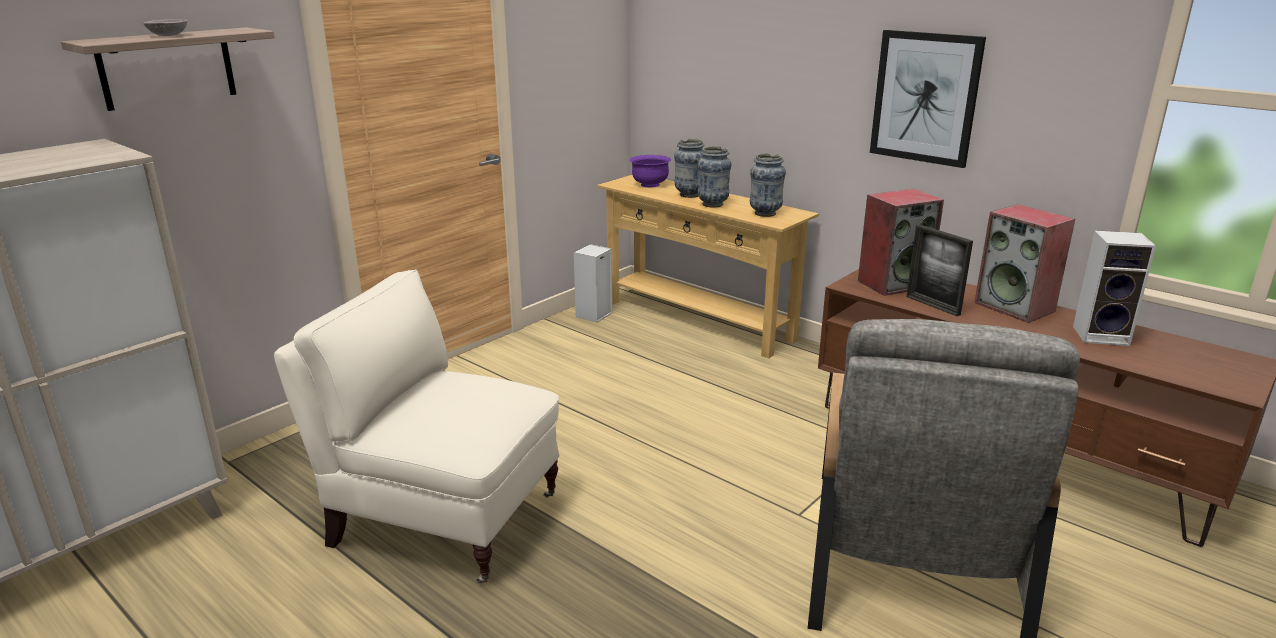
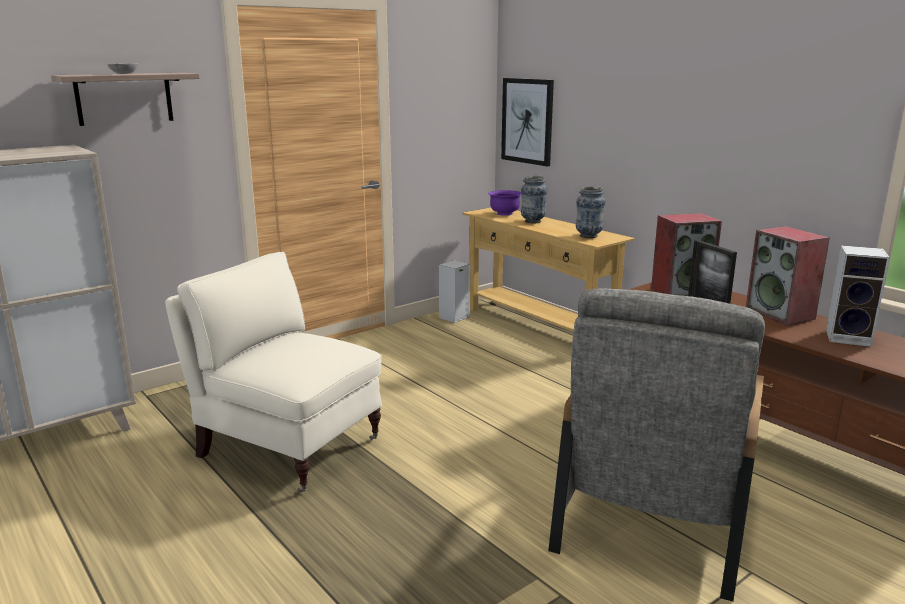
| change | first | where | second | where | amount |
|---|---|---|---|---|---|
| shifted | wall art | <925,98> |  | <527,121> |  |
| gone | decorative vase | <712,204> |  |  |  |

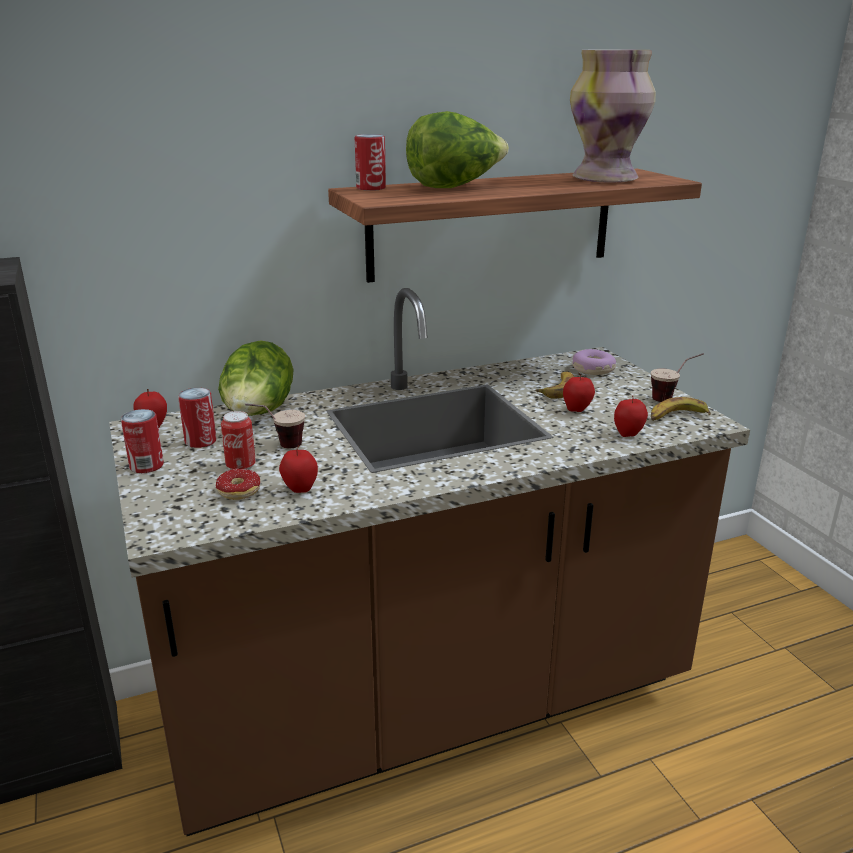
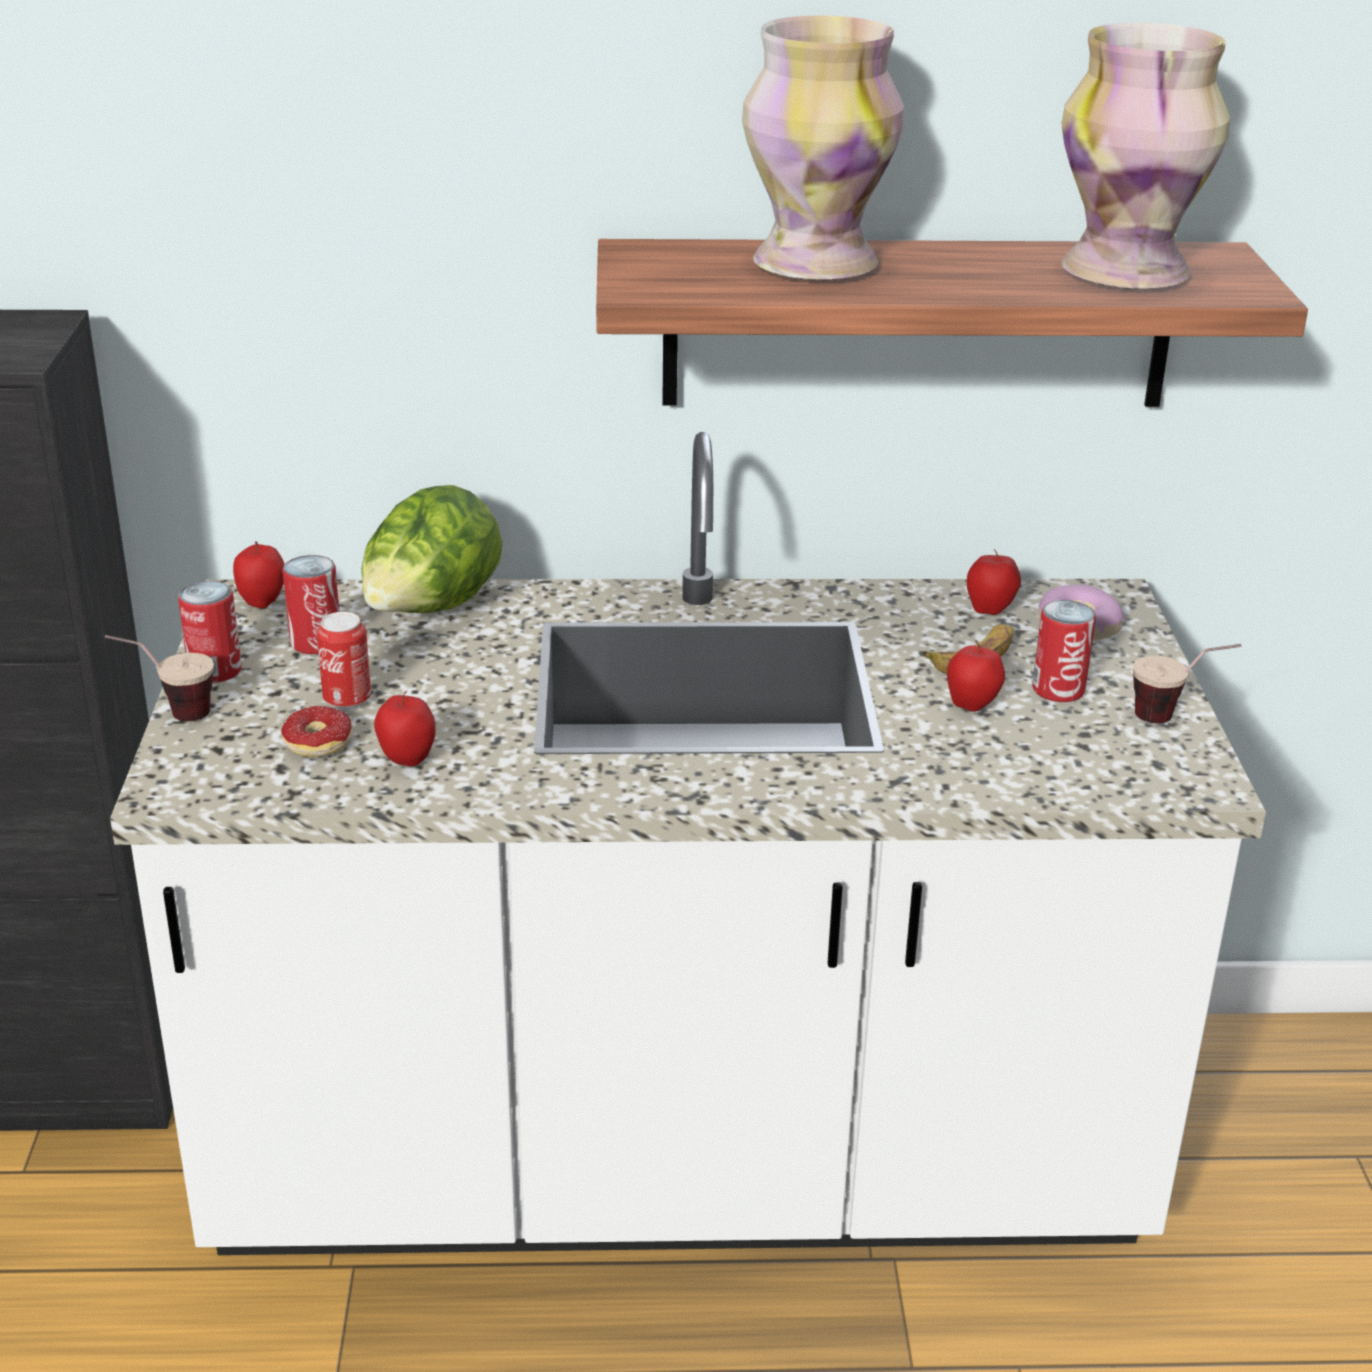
| change | first | where | second | where | amount |
|---|---|---|---|---|---|
| swapped | head of lettuce | <454,187> | decorative vase | <813,264> |  |
| shifted | can | <371,188> |  | <1058,690> |  |
| repainted | kitchen counter (brownish) | <426,703> | kitchen counter (whitish) | <677,1162> |  |
| shifted | whole apple | <628,434> |  | <990,611> |  |
| gone | banana | <676,417> |  |  |  |
| shifted | drinking cup | <278,447> |  | <168,714> |  |

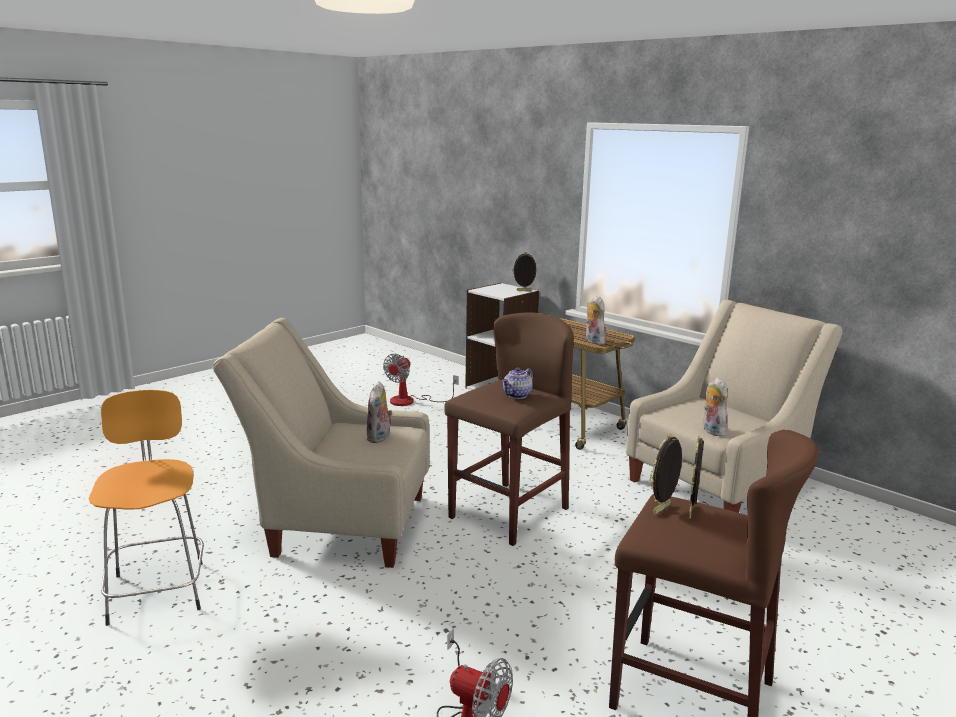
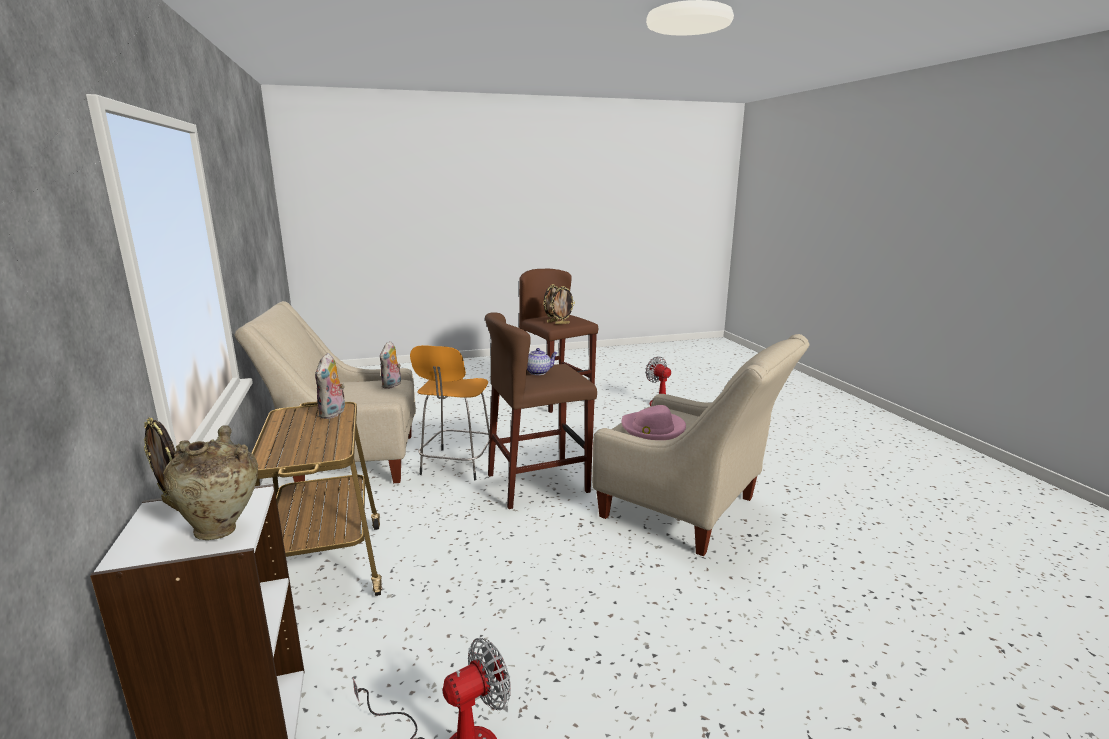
| change | first | where | second | where | amount |
|---|---|---|---|---|---|
| swapped | cuddly toy | <379,438> | hat (pink-coloured) | <653,428> |  |
| shifted | stool seat (orange-coloured) | <157,589> |  | <456,465> |  |
| new |  |  | decorative vase (beige) | <223,529> |  |

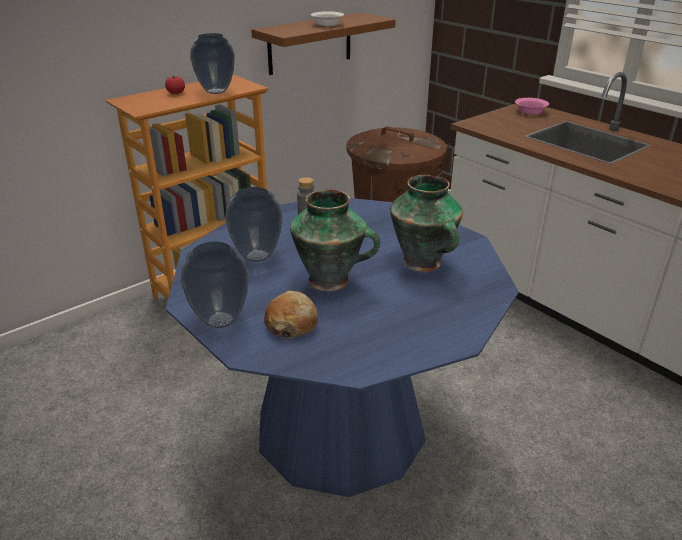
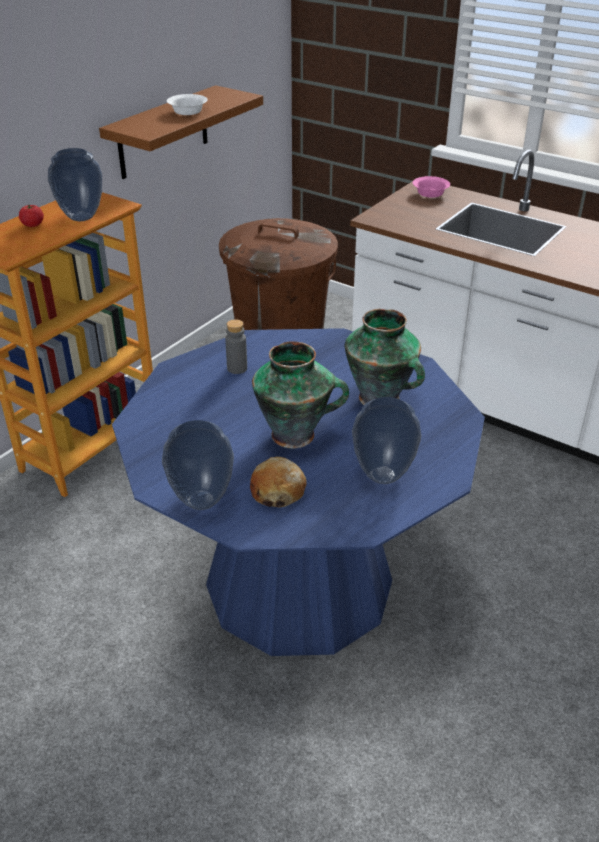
| change | first | where | second | where | amount |
|---|---|---|---|---|---|
| shifted | decorative vase | <257,256> |  | <384,476> |  |

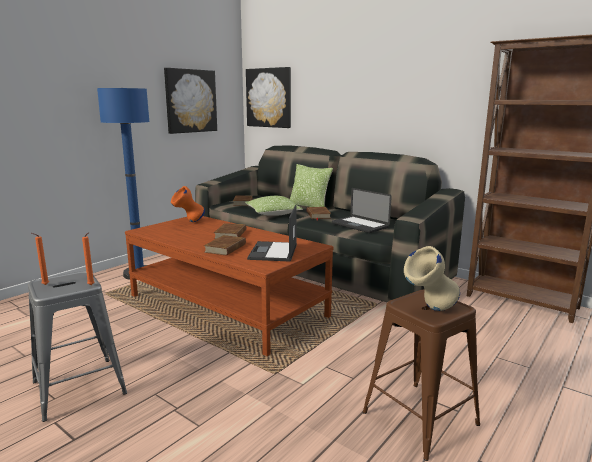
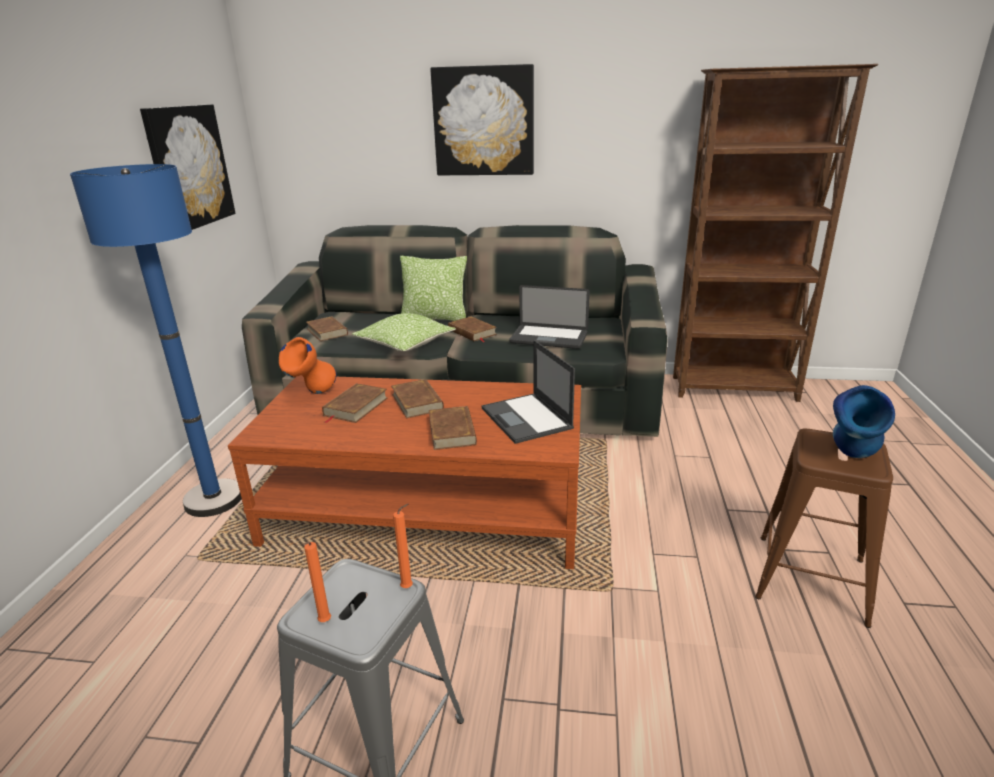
| change | first | where | second | where | amount |
|---|---|---|---|---|---|
| shifted | wall art | <269,98> |  | <484,121> |  |
| repainted | decorative vase (beige) | <429,310> | decorative vase (bluish) | <851,459> |  |
| new |  |  | volume (brownish) | <355,407> |  |

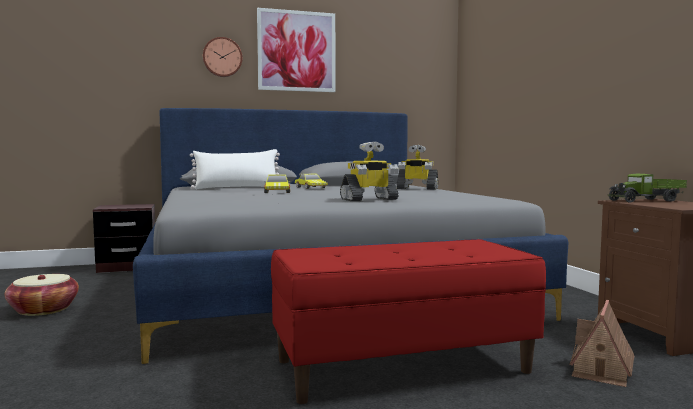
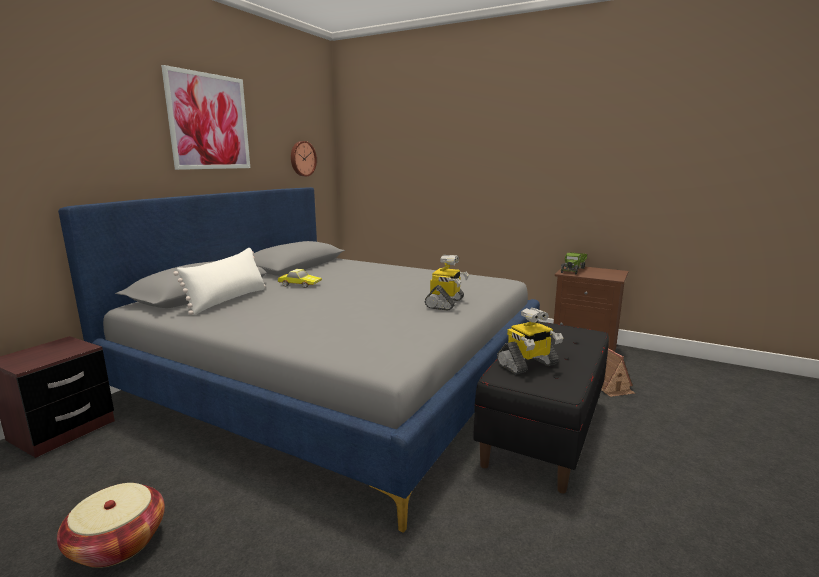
| change | first | where | second | where | amount |
|---|---|---|---|---|---|
| shifted | wall clock | <222,57> |  | <302,158> |  |
| shifted | toy robot | <417,189> |  | <527,365> |  |
| gone | miniature car | <278,192> |  |  |  |
| repainted | long seat (red-coloured) | <402,366> | long seat (blackish) | <543,430> |  |

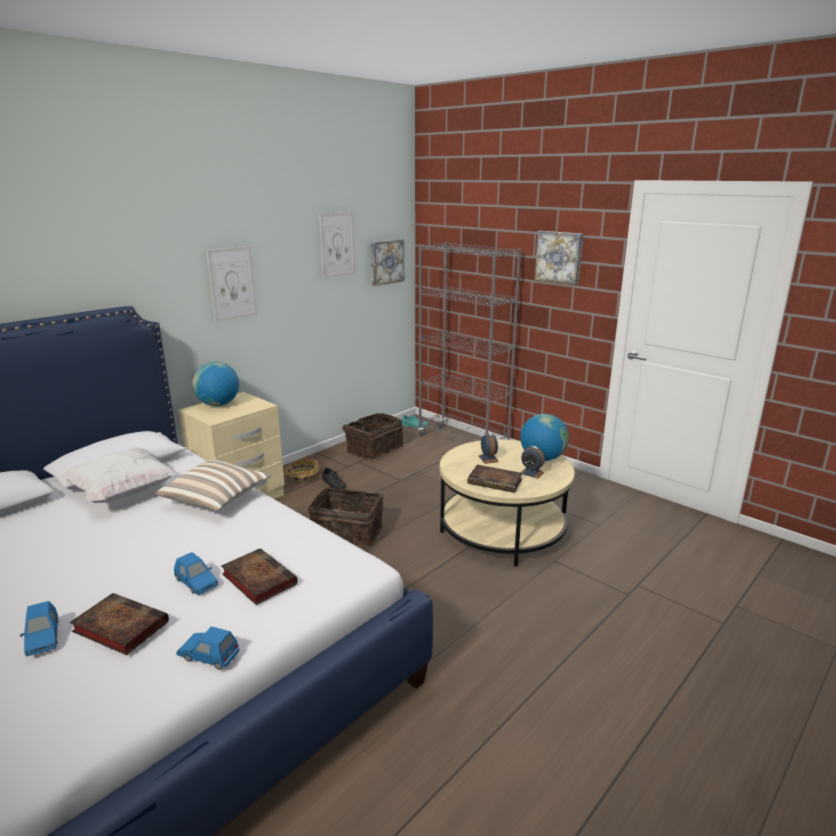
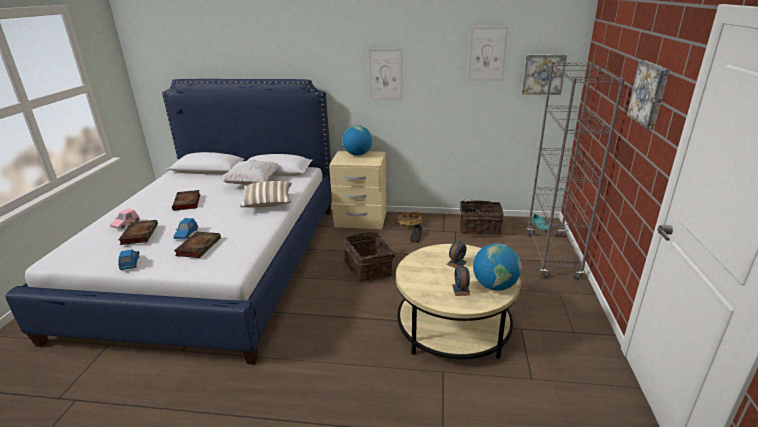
| change | first | where | second | where | amount |
|---|---|---|---|---|---|
| shifted | volume | <496,482> |  | <187,203> |  |
| repainted | miniature car (bluish) | <43,638> | miniature car (pink-coloured) | <125,224> |  |

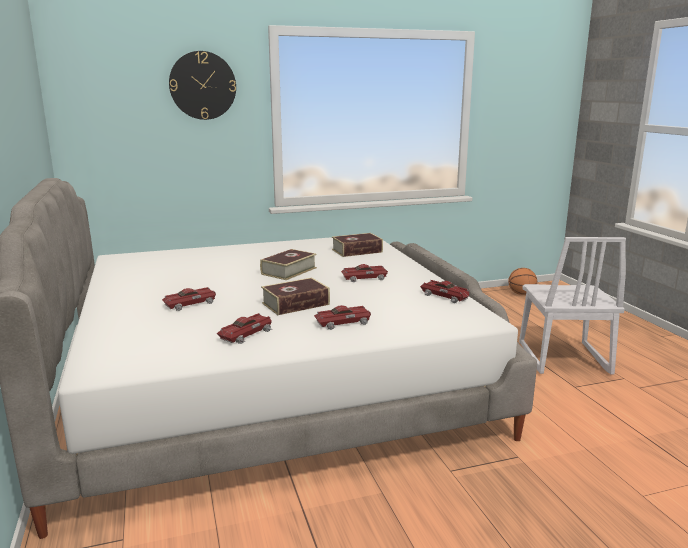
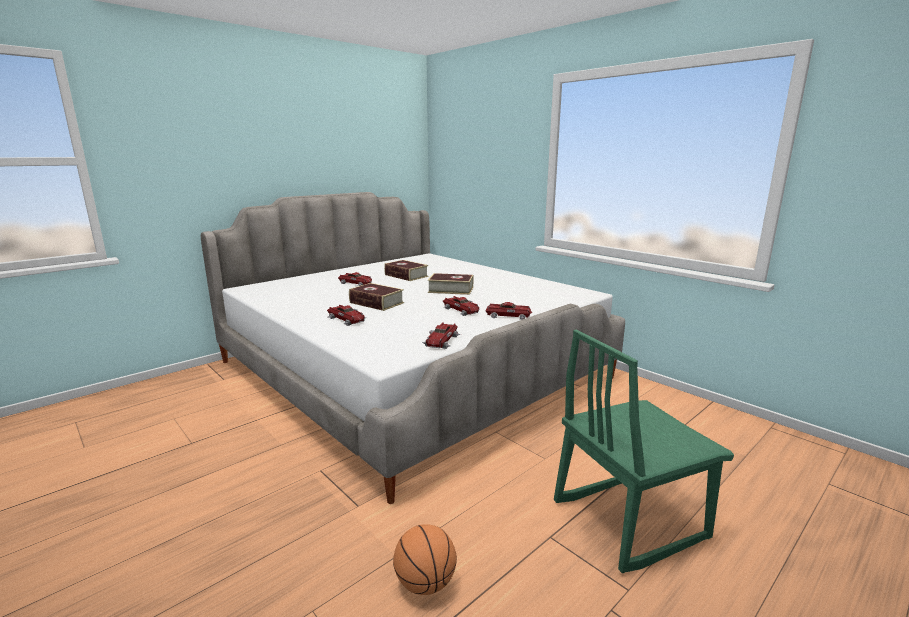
| change | first | where | second | where | amount |
|---|---|---|---|---|---|
| gone | wall clock | <202,85> |  |  |  |
| shifted | volume | <357,251> |  | <406,275> |  |
| repainted | plain chair (whitish) | <562,359> | plain chair (green) | <627,519> |  |
| shifted | ball for basketball | <521,294> |  | <425,583> |  |
| shifted | miniature car | <246,334> |  | <508,316> |  |

